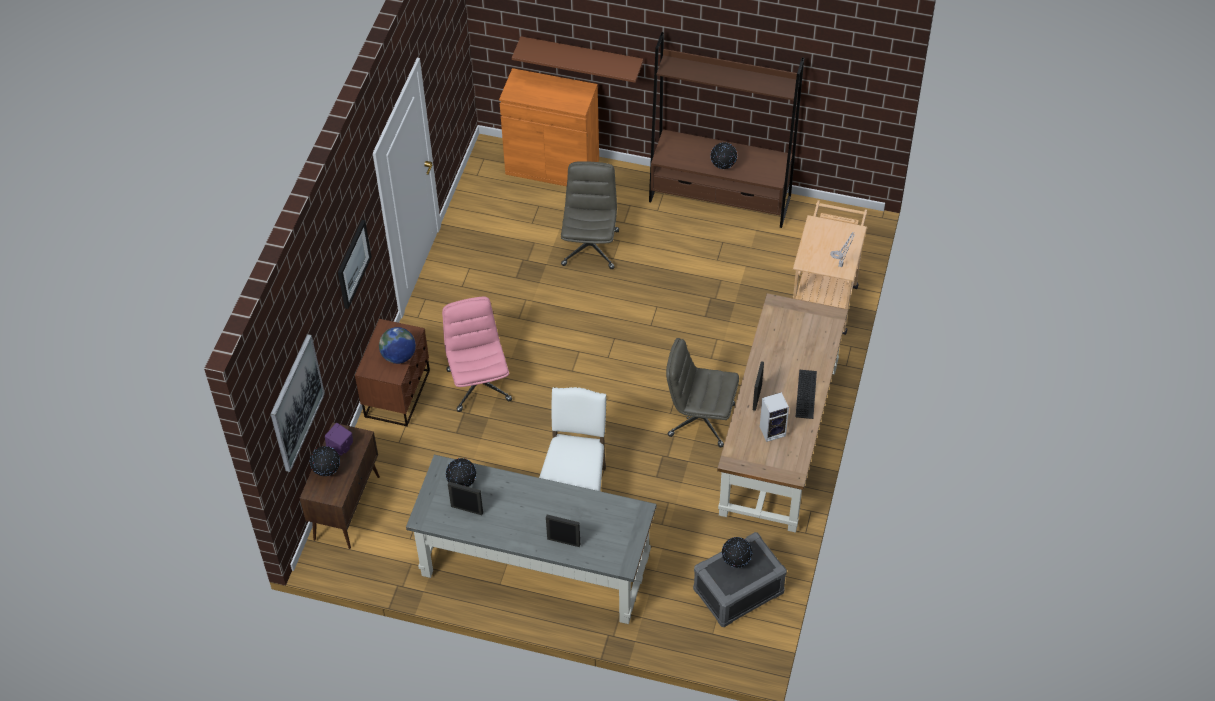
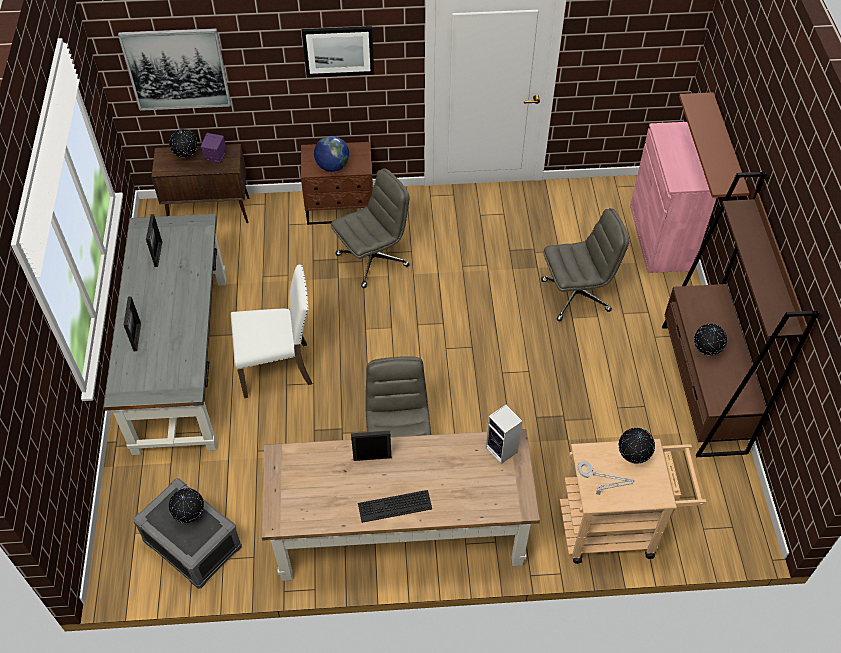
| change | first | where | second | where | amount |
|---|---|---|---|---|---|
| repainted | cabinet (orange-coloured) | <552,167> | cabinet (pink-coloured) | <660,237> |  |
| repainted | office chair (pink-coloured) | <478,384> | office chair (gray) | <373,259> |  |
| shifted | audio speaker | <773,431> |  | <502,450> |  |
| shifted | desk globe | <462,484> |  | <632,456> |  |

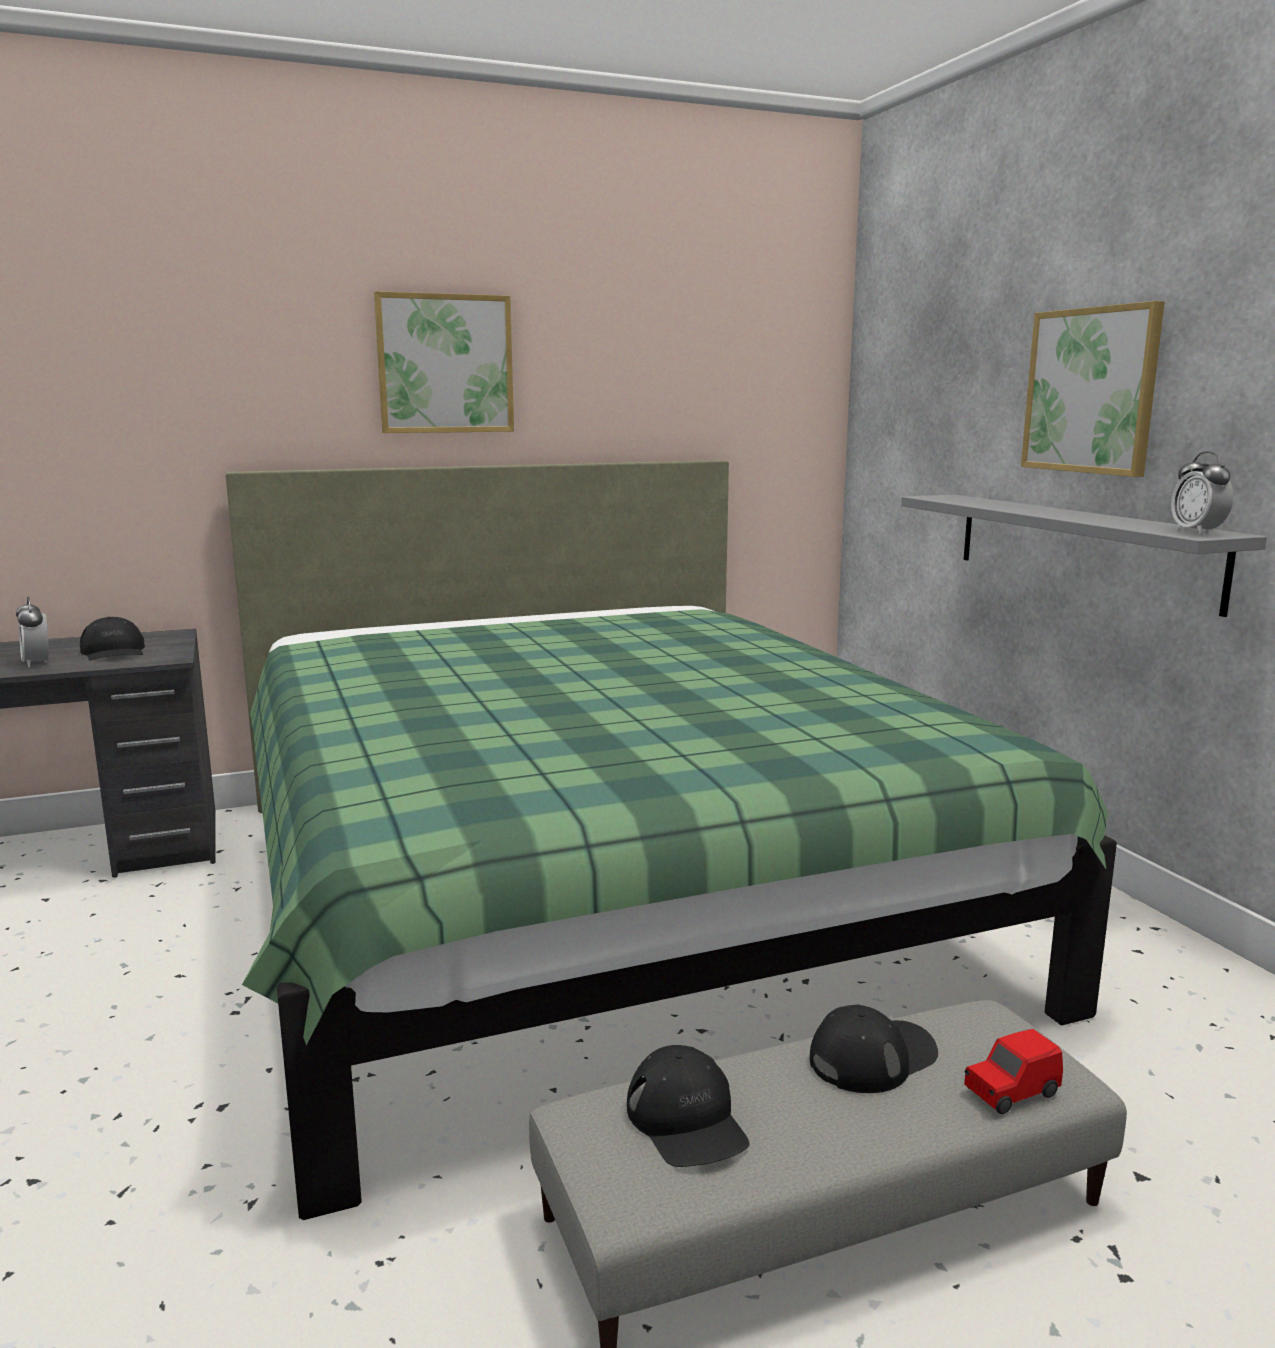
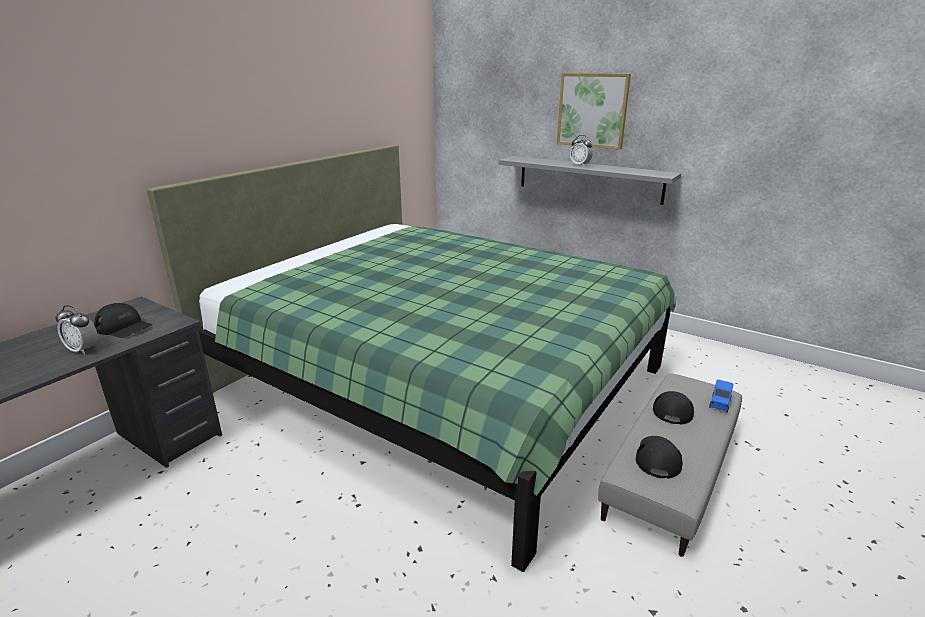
| change | first | where | second | where | amount |
|---|---|---|---|---|---|
| gone | wall art | <445,364> |  |  |  |
| shifted | table clock | <1197,532> |  | <580,165> |  |
| repainted | miniature car (red-coloured) | <1010,1092> | miniature car (bluish) | <719,404> |  |
| rotated | baseball cap (blackish) | <687,1120> |  | <658,458> | 105 degrees counterclockwise |

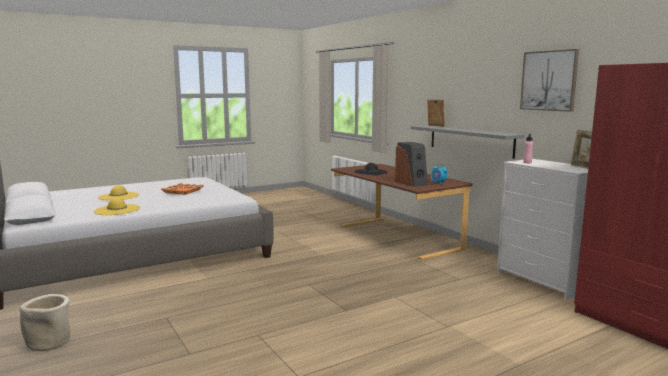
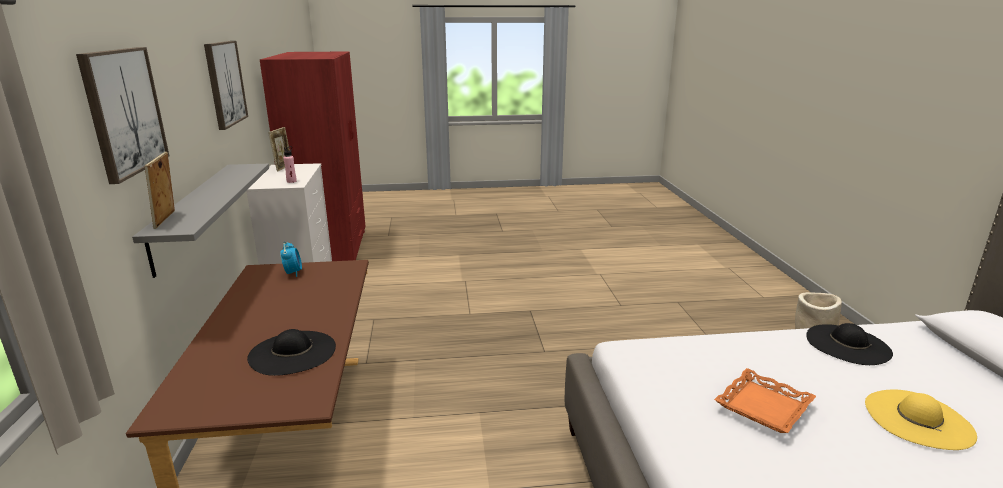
| change | first | where | second | where | amount |
|---|---|---|---|---|---|
| gone | audio speaker | <411,183> |  |  |  |
| repainted | hat (yellow-coloured) | <117,210> | hat (blackish) | <847,344> |  |
| new |  |  | wall art | <124,111> |  |

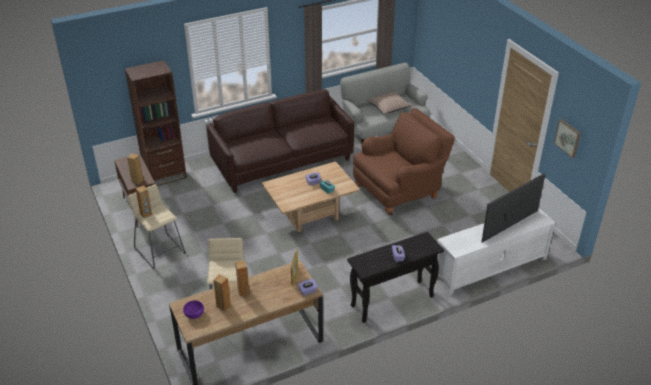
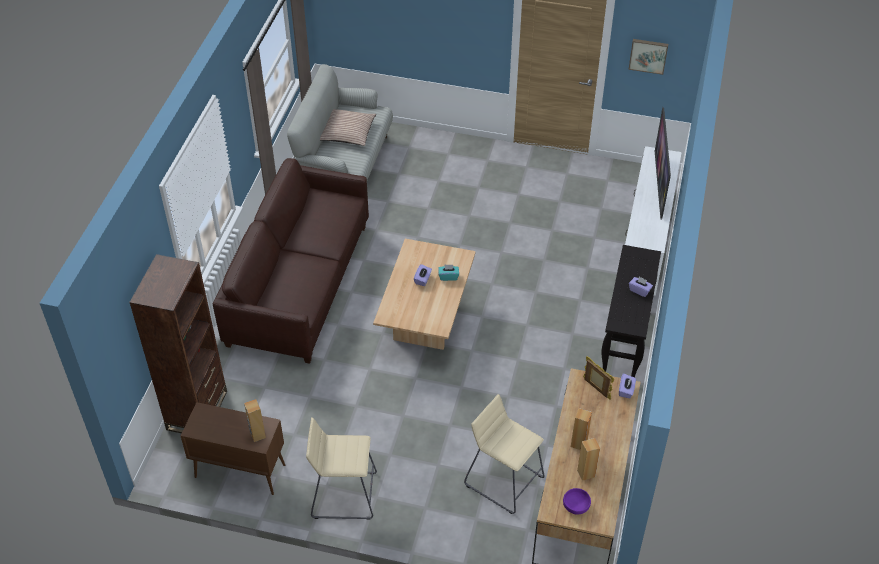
| change | first | where | second | where | amount |
|---|---|---|---|---|---|
| gone | lounge chair (brownish) | <399,191> |  |  |  |
| gone | audio speaker (brownish) | <146,214> |  |  |  |

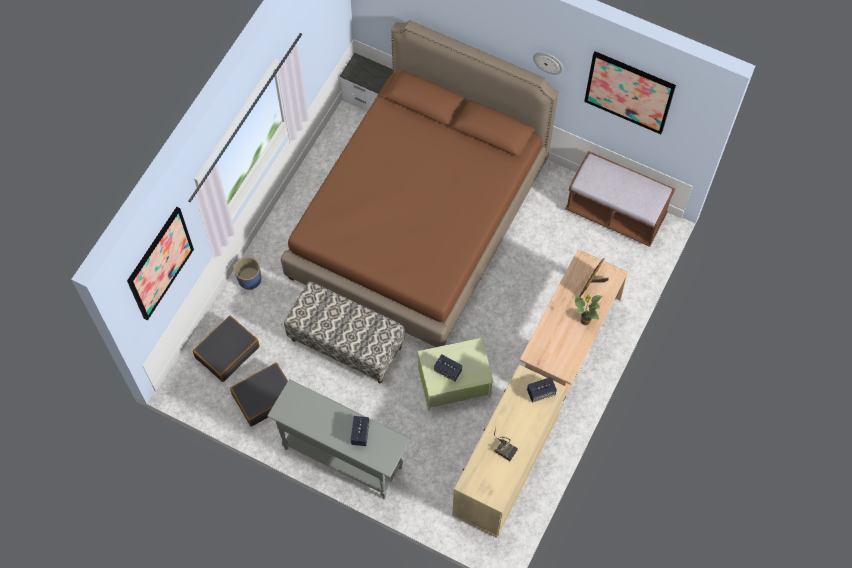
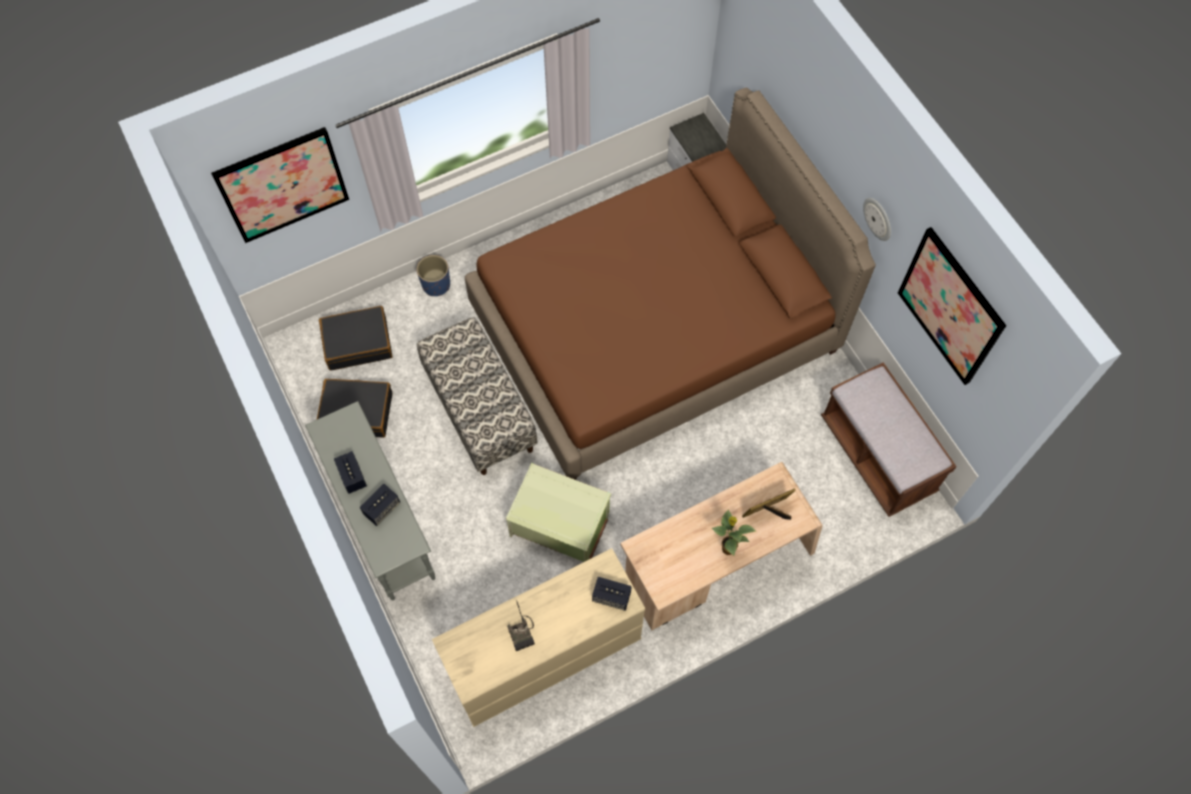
| change | first | where | second | where | amount |
|---|---|---|---|---|---|
| shifted | audio speaker | <448,371> |  | <352,476> |  |

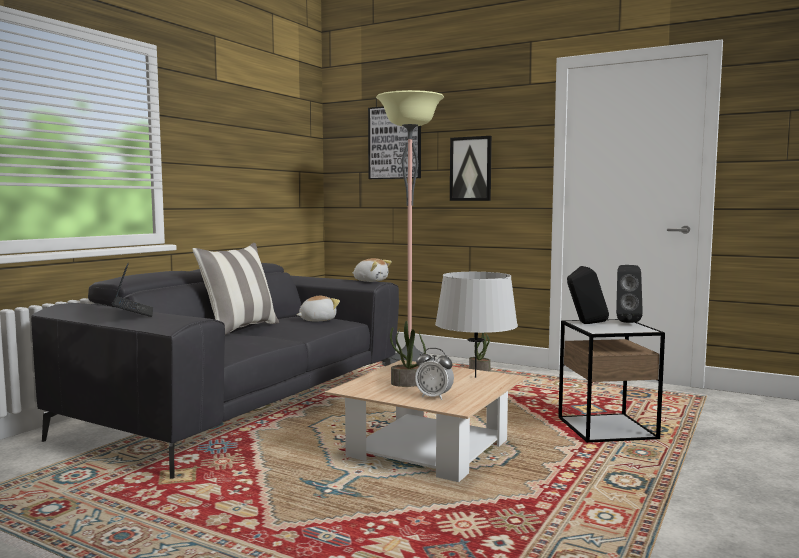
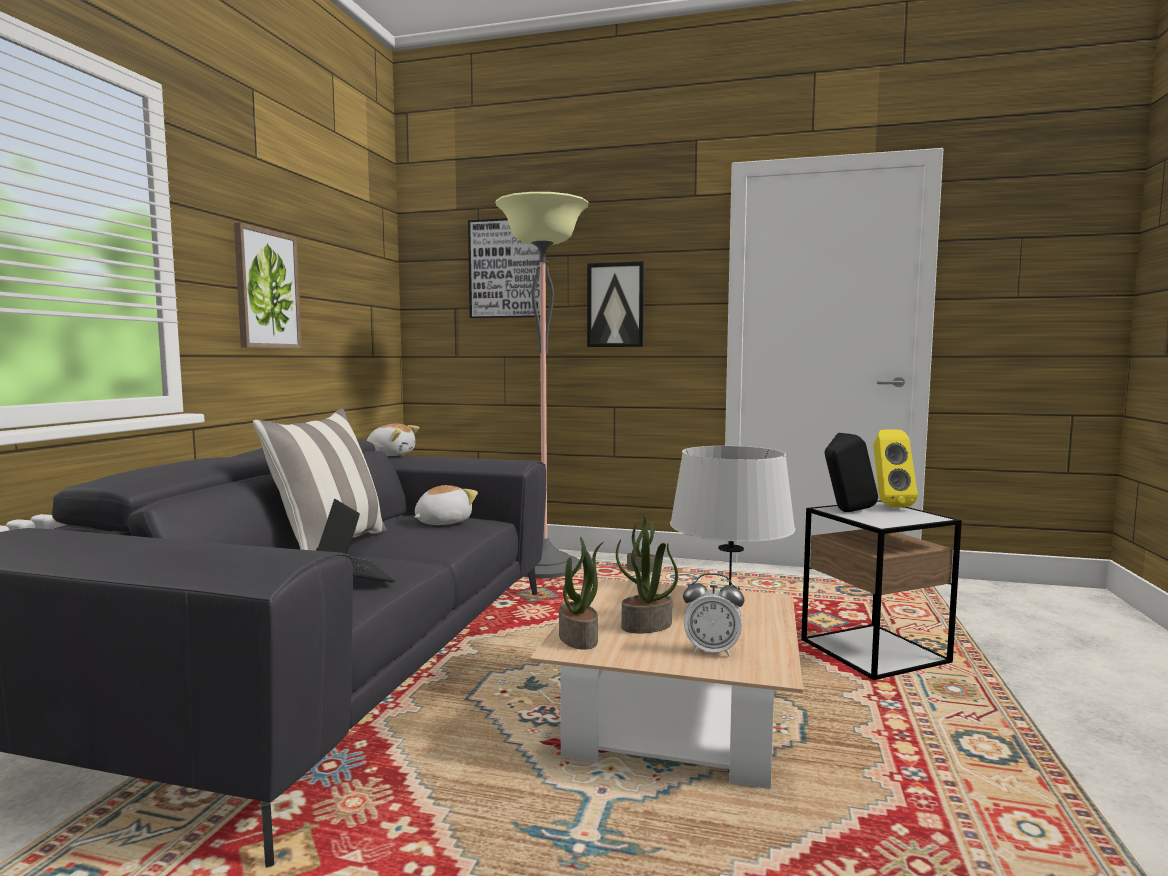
| change | first | where | second | where | amount |
|---|---|---|---|---|---|
| shifted | cuddly toy | <370,281> |  | <391,455> |  |
| shifted | notebook computer | <133,313> |  | <354,576> |  |
| repainted | audio speaker (blackish) | <626,322> | audio speaker (yellow-coloured) | <888,505> |  |
| new |  |  | wall art | <266,289> |  |
| new |  |  | plant in a pot | <579,638> |  |

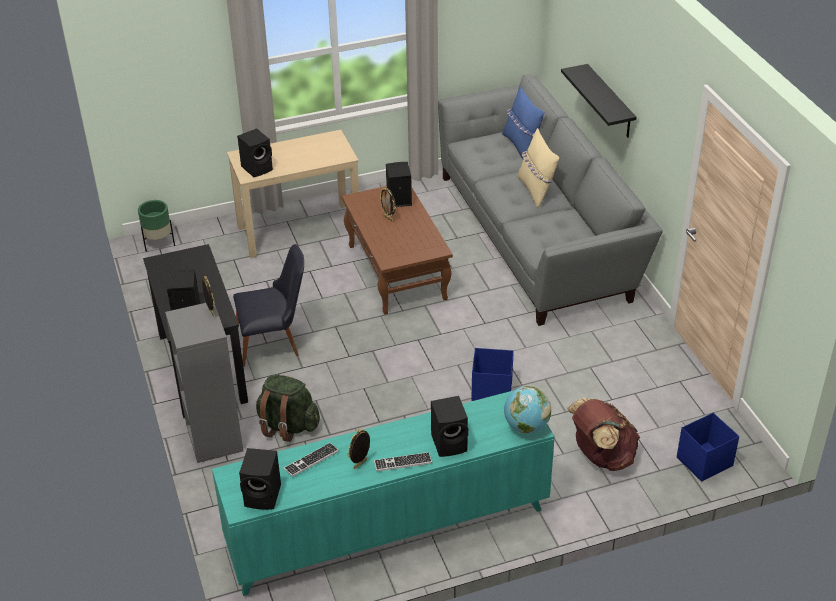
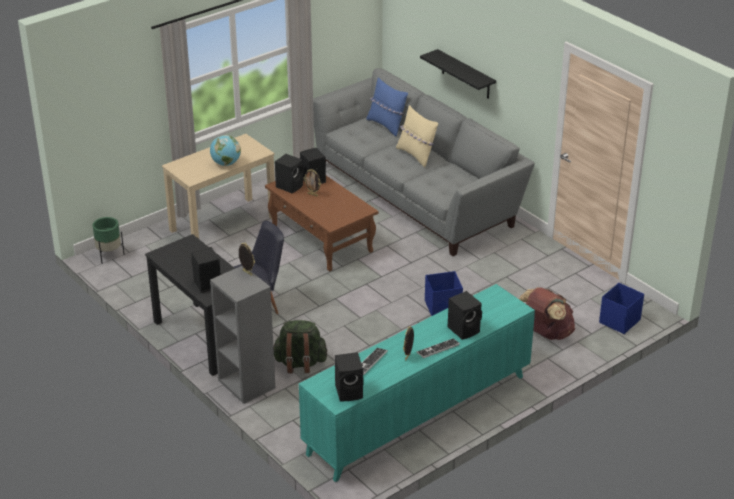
| change | first | where | second | where | amount |
|---|---|---|---|---|---|
| shifted | audio speaker (blackish) | <258,168> |  | <290,186> |  |
| shifted | desk globe | <526,426> |  | <226,164> |  |

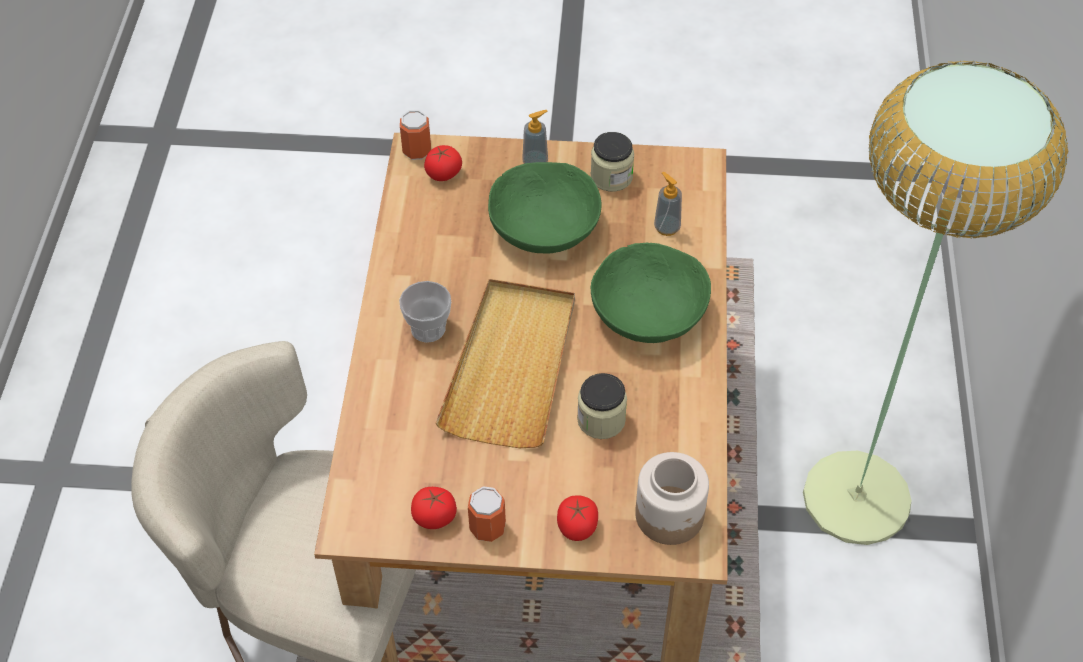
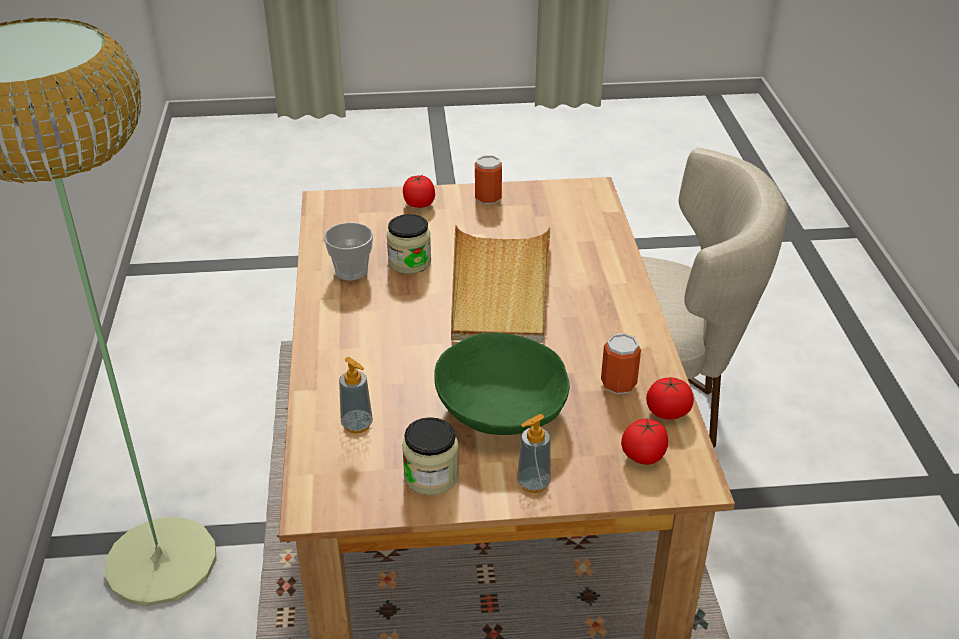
| change | first | where | second | where | amount |
|---|---|---|---|---|---|
| shifted | can | <417,150> |  | <618,384> |  |
| gone | serving bowl (green) | <648,313> |  |  |  |
| shifted | drinking cup | <428,329> |  | <351,271> |  |
| gone | preserve jar | <670,515> |  |  |  |
| shifted | tomato | <435,517> |  | <667,412> |  |

